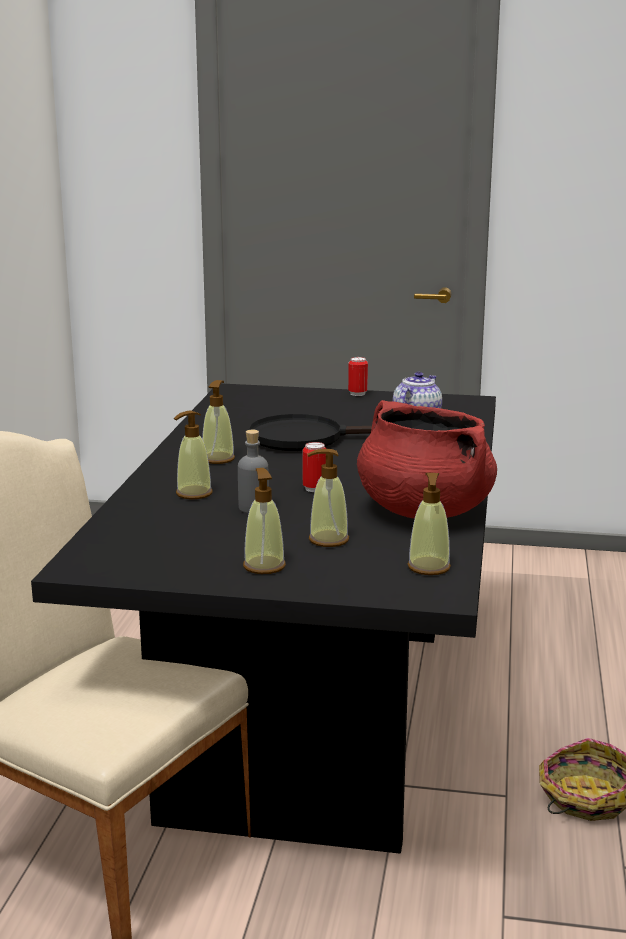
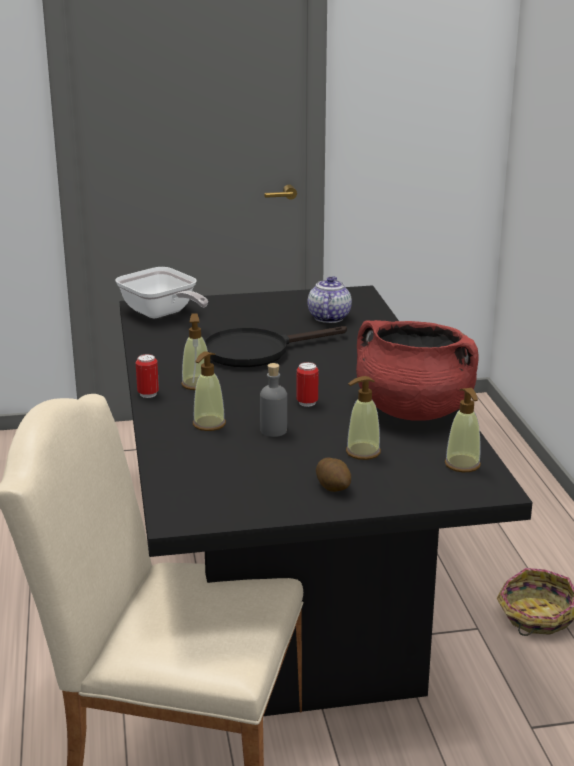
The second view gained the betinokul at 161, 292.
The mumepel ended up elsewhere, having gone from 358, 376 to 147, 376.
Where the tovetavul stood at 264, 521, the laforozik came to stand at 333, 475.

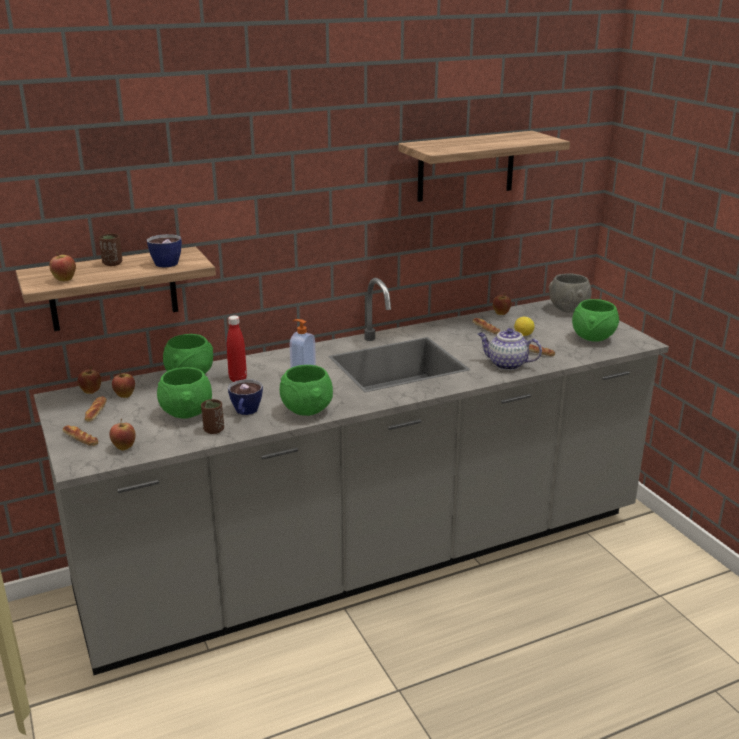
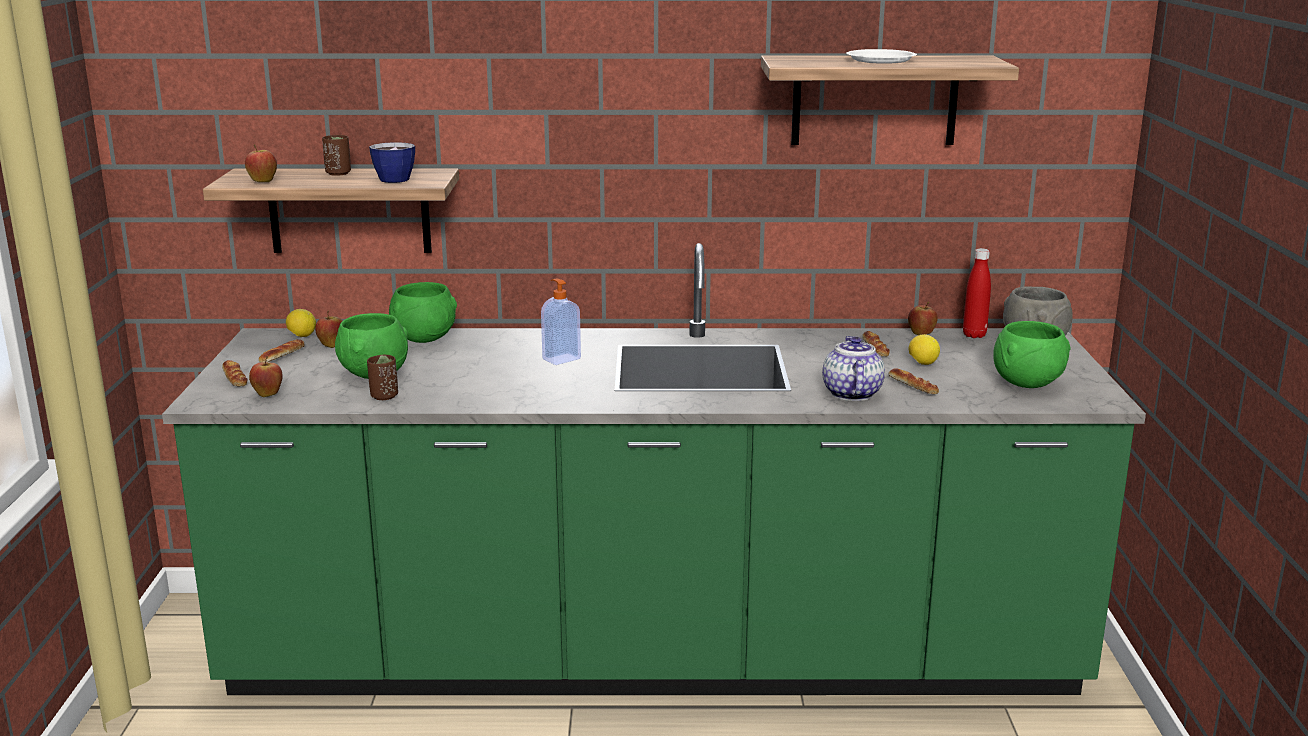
The second view lost the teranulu at 245, 397.
The second view lost the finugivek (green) at 306, 390.
The second view gained the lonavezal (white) at 881, 56.
The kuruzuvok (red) ended up elsewhere, having gone from 237, 348 to 977, 293.
Where the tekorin stood at 89, 380, the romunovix came to stand at 301, 323.
What was the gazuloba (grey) at 351, 476 turned into the gazuloba (green) at 654, 469.
The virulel at 510, 349 ended up facing another way, 45 degrees clockwise from before.

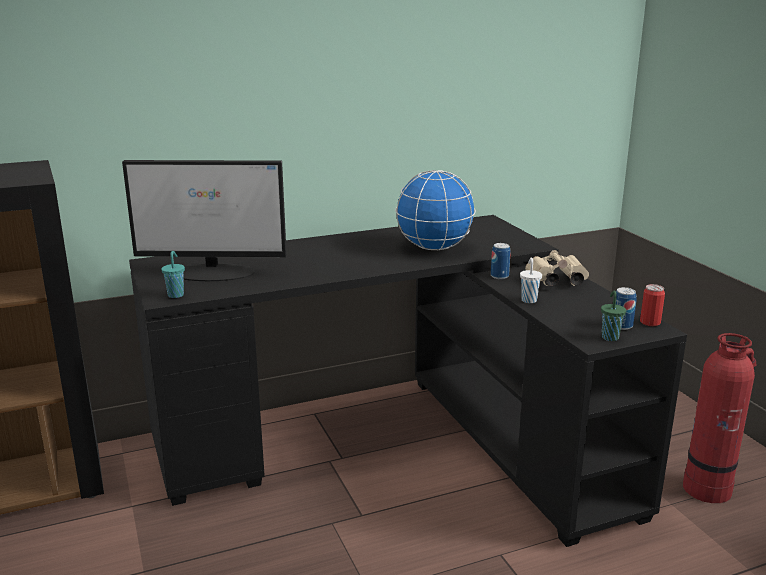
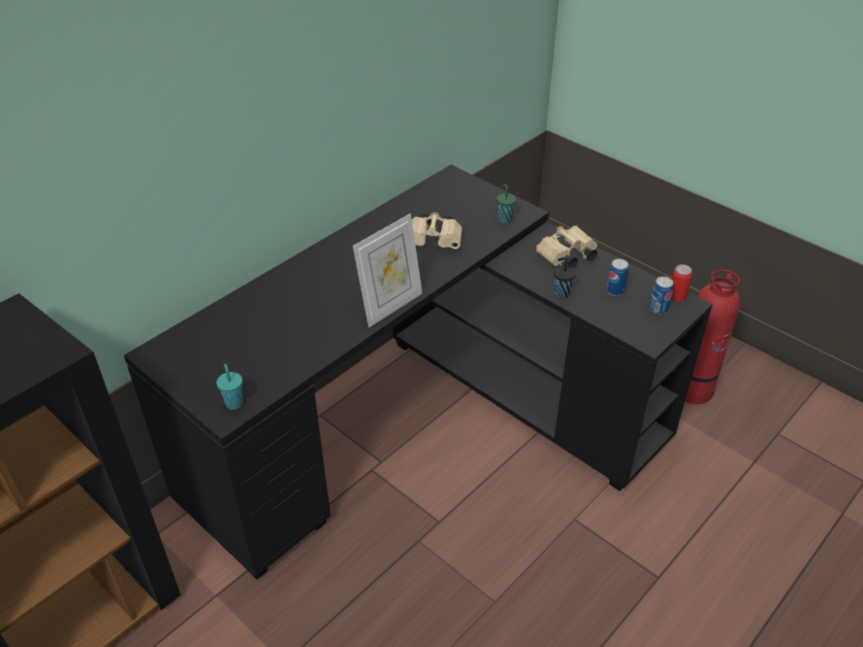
The second view lost the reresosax at 204, 220.
The second view gained the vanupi at 388, 270.
The mumepel ended up elsewhere, having gone from 501, 261 to 617, 277.
The teranulu (green) ended up elsewhere, having gone from 613, 315 to 506, 204.
Where the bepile stood at 435, 210, the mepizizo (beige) came to stand at 437, 230.
What was the teranulu (white) at 531, 280 turned into the teranulu (black) at 565, 278.

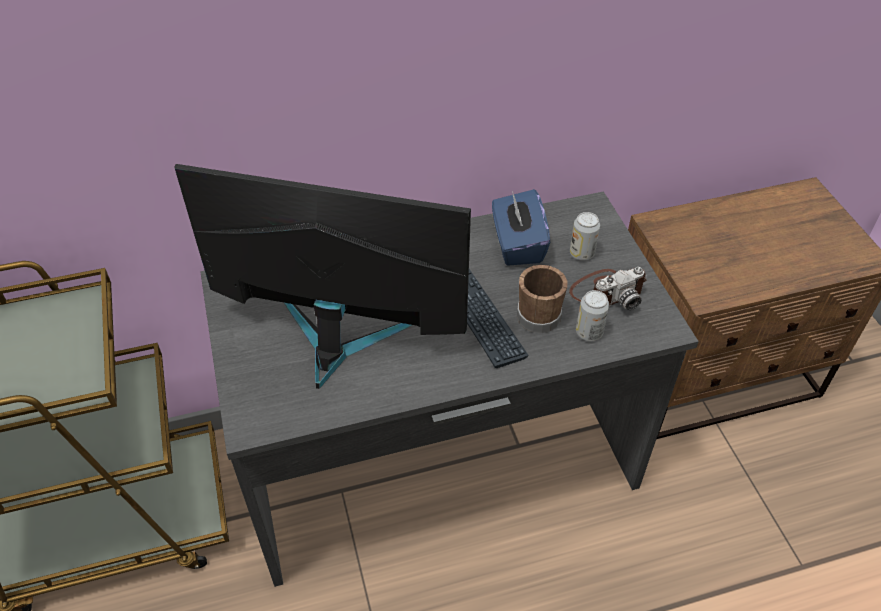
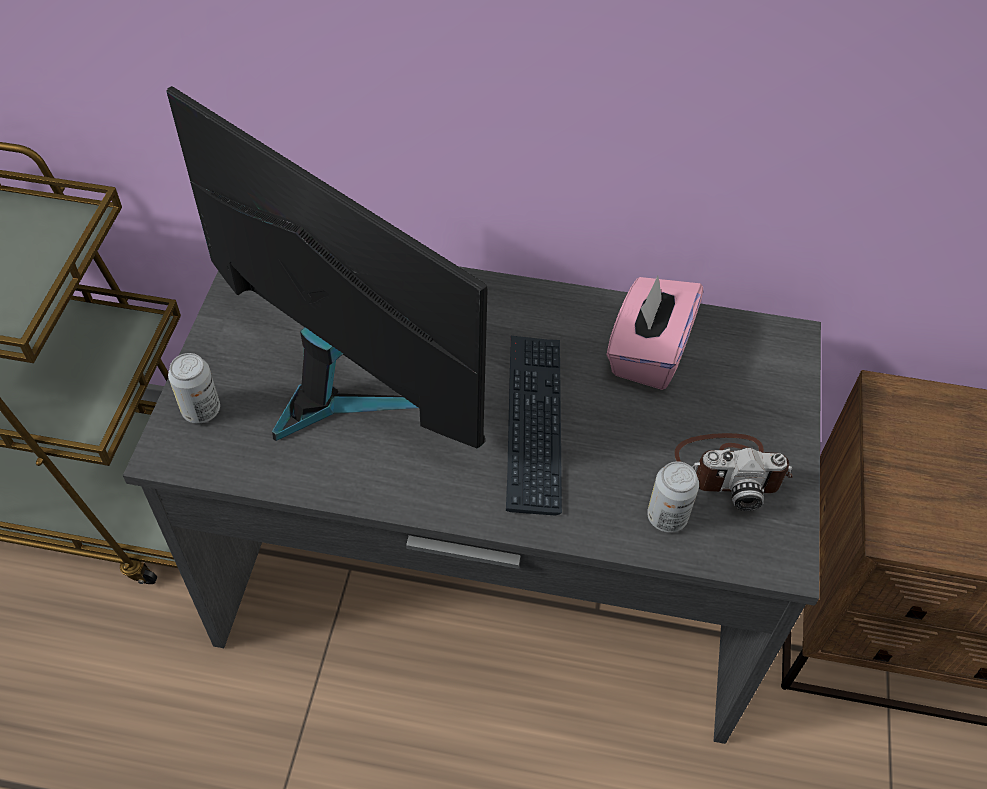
The second view lost the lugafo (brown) at 542, 299.
The mumepel ended up elsewhere, having gone from 585, 236 to 194, 388.
What was the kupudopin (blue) at 521, 227 turned into the kupudopin (pink) at 654, 332.

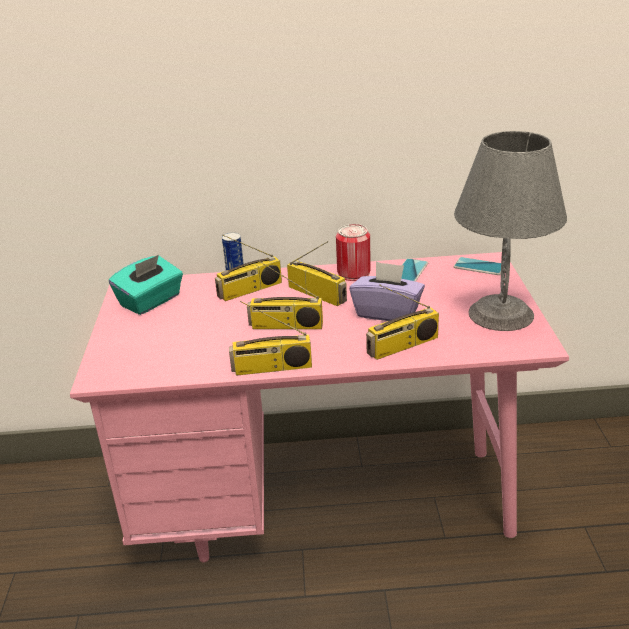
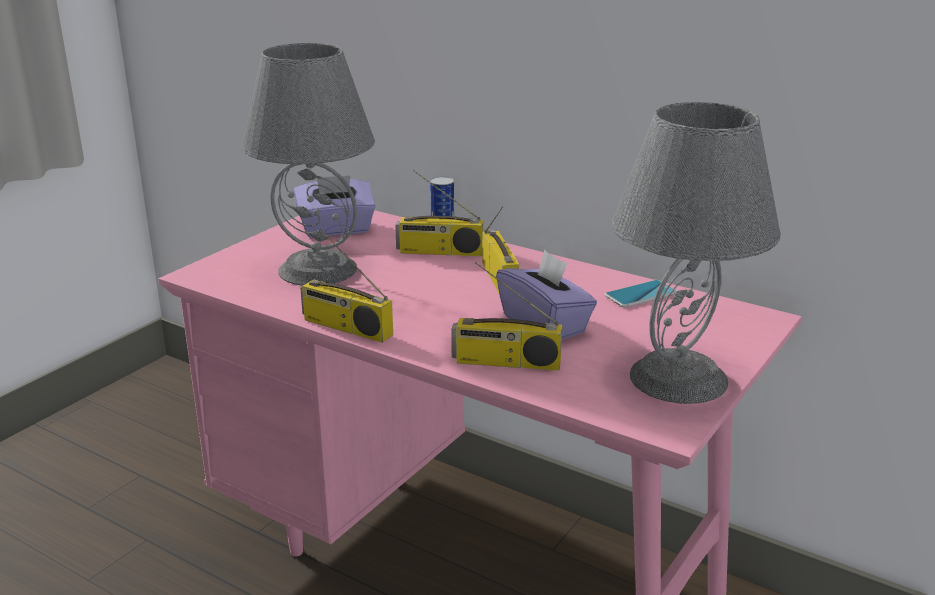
The second view lost the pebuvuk at 285, 295.
The second view lost the mumepel at 353, 252.
The second view lost the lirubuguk at 477, 266.
The second view gained the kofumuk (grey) at 308, 164.
What was the kupudopin (turquoise) at 146, 285 turned into the kupudopin (purple) at 335, 206.

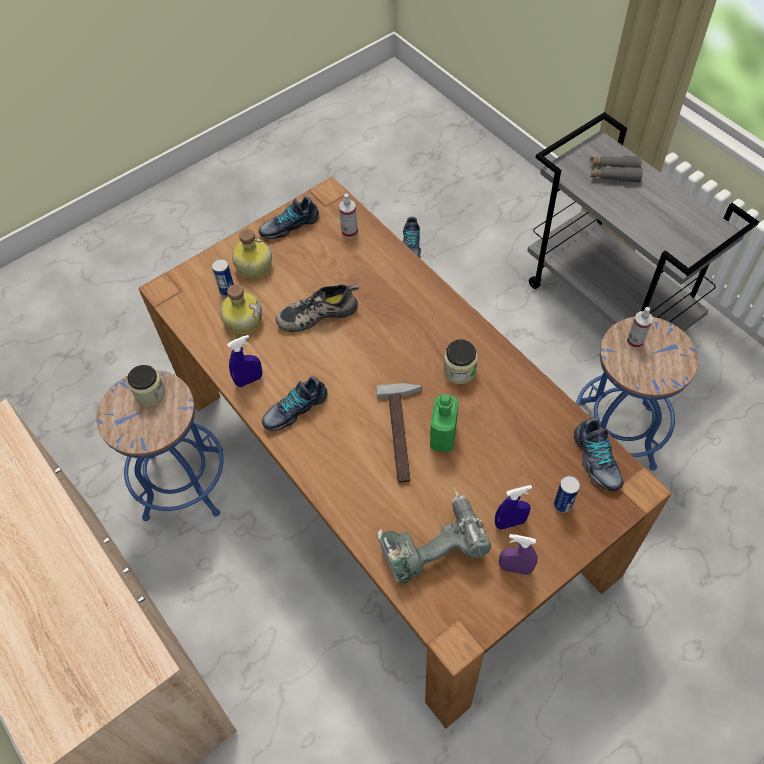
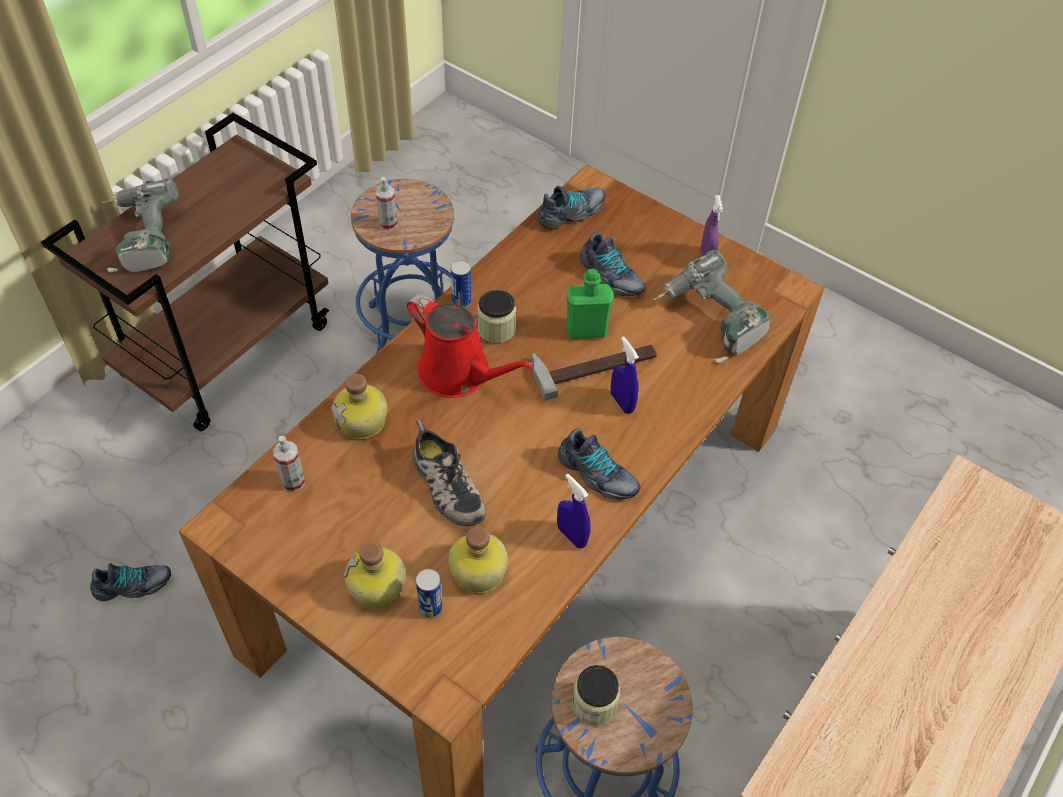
The second view gained the kuruzuvok at 359, 406.
The second view gained the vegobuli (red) at 470, 346.
The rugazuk ended up elsewhere, having gone from 289, 218 to 612, 264.
The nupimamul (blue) ended up elsewhere, having gone from 513, 507 to 625, 375.
The mumepel ended up elsewhere, having gone from 567, 494 to 461, 284.
Where the mepizizo (grey) stood at 616, 169, the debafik came to stand at 140, 225.
What was the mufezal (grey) at 643, 222 turned into the mufezal (brown) at 185, 272.

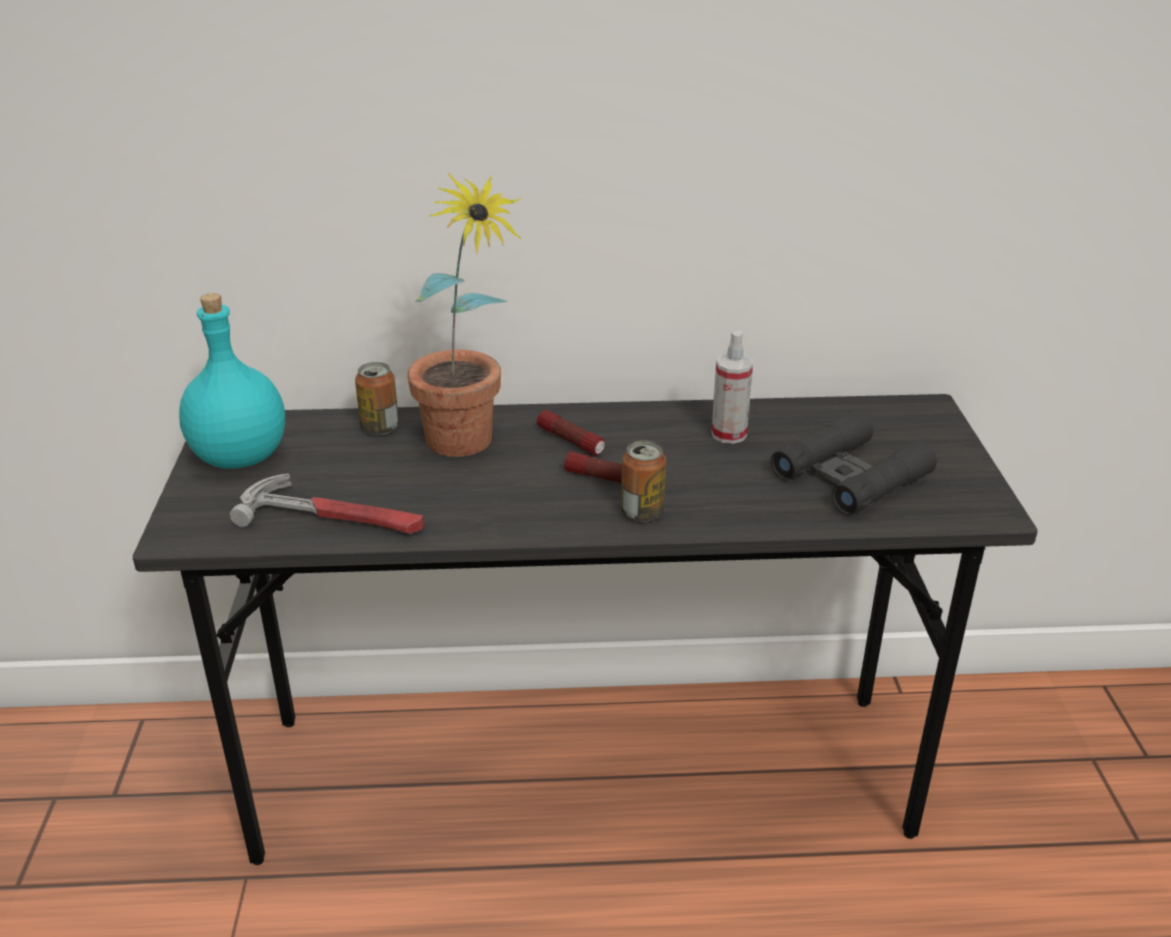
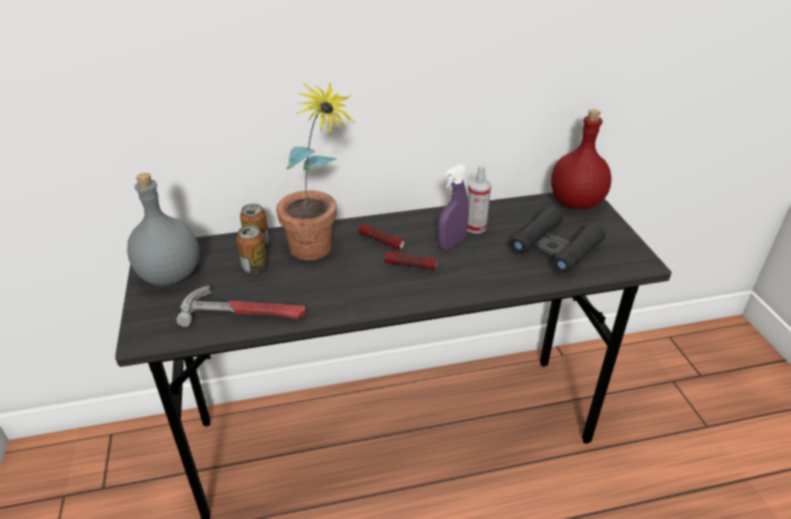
The second view gained the nupimamul (purple) at 453, 207.
The second view gained the kuruzuvok (red) at 581, 159.
The mumepel ended up elsewhere, having gone from 643, 481 to 252, 249.
What was the kuruzuvok (turquoise) at 232, 381 turned into the kuruzuvok (grey) at 163, 229.

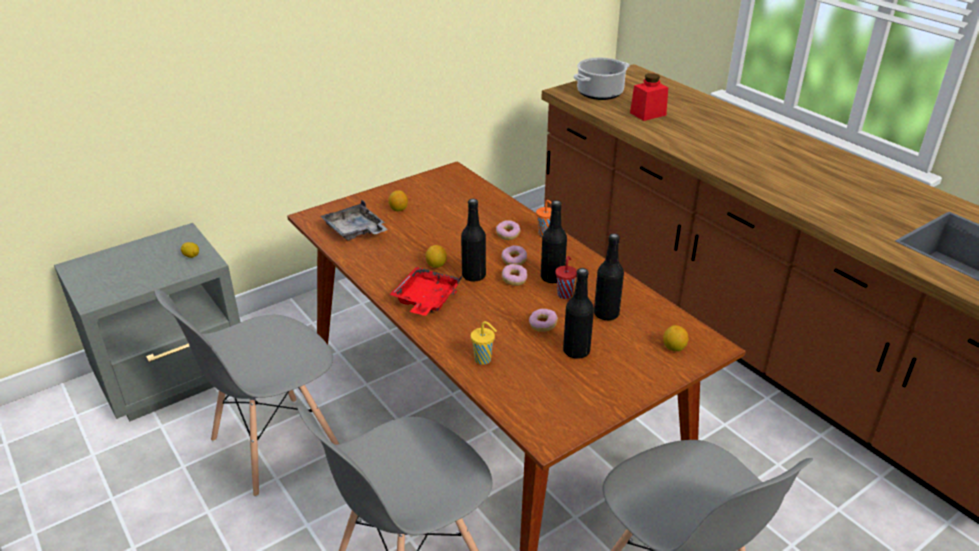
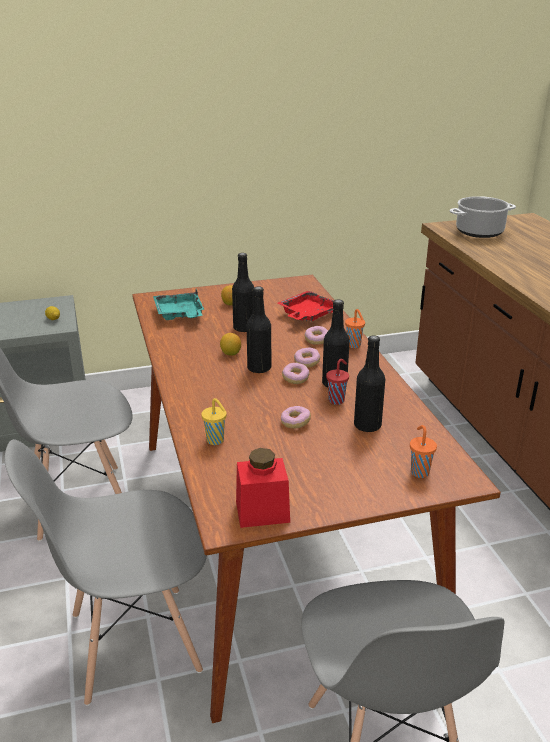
The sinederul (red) ended up elsewhere, having gone from 425, 291 to 310, 306.
The kuruzuvok (black) ended up elsewhere, having gone from 578, 313 to 243, 292.
The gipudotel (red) ended up elsewhere, having gone from 649, 97 to 263, 488.
Where the romunovix stood at 676, 338, the teranulu (orange) came to stand at 423, 451.
What was the sinederul (grey) at 354, 220 turned into the sinederul (turquoise) at 178, 304.

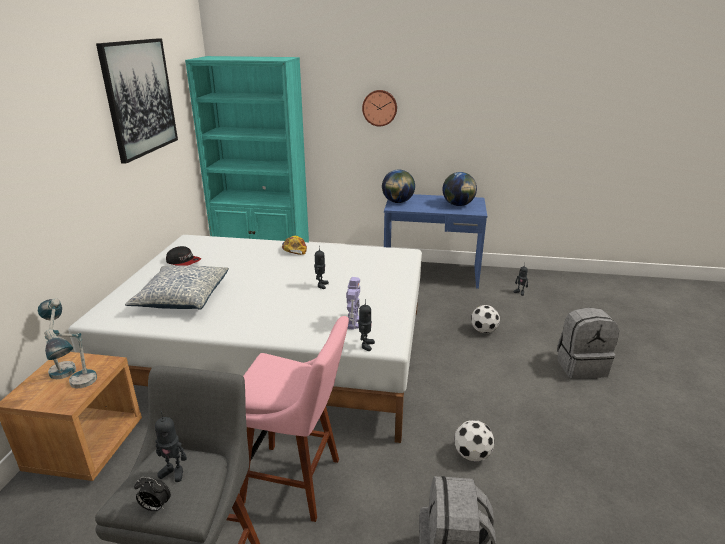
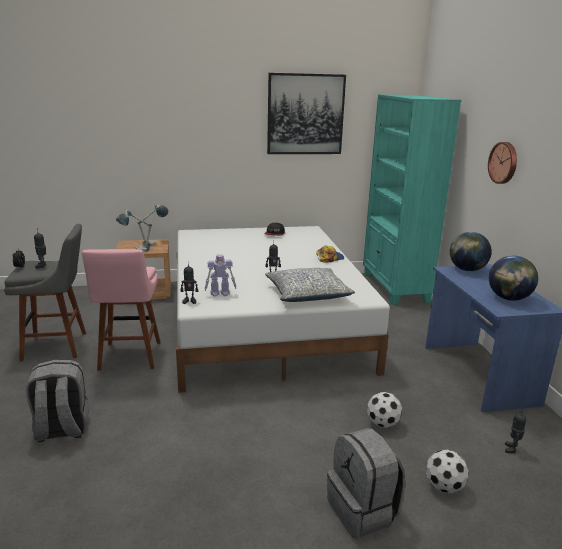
The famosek ended up elsewhere, having gone from 177, 288 to 310, 285.
The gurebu ended up elsewhere, having gone from 474, 440 to 447, 471.

